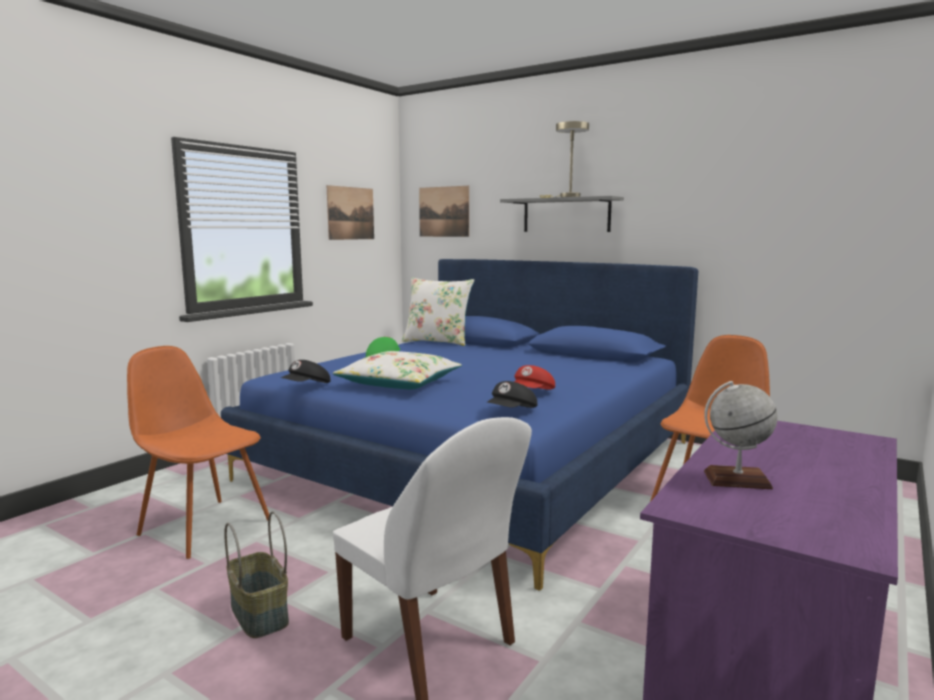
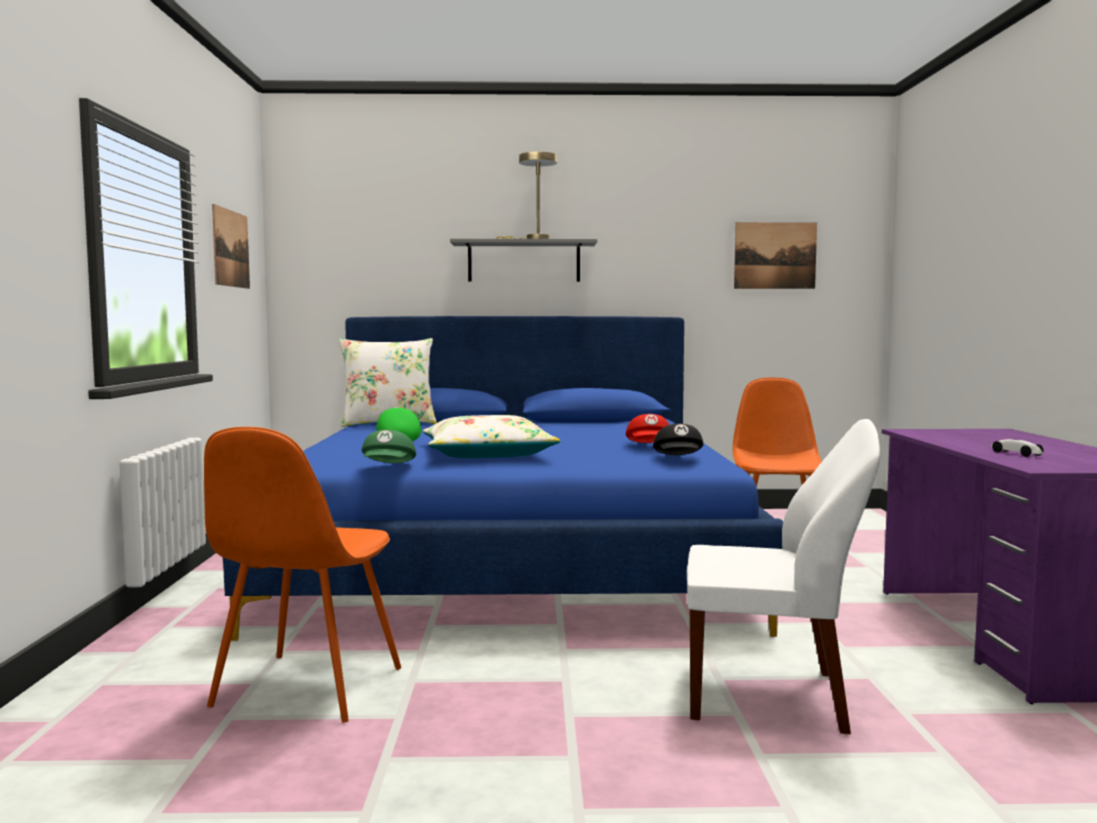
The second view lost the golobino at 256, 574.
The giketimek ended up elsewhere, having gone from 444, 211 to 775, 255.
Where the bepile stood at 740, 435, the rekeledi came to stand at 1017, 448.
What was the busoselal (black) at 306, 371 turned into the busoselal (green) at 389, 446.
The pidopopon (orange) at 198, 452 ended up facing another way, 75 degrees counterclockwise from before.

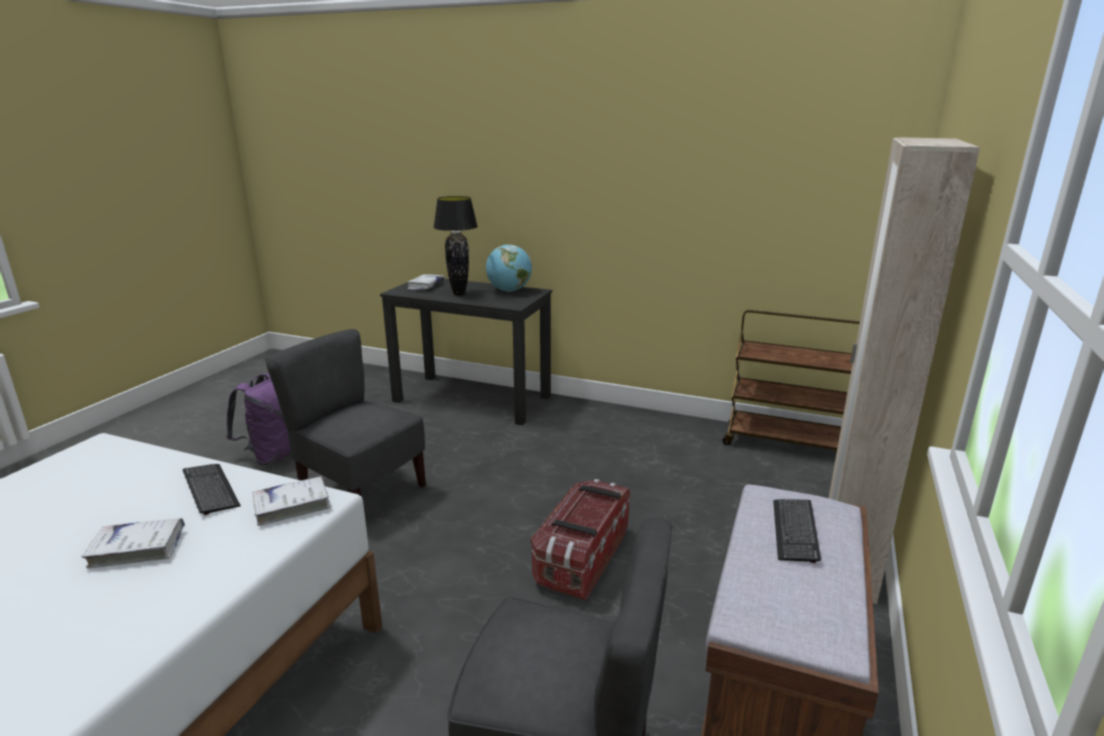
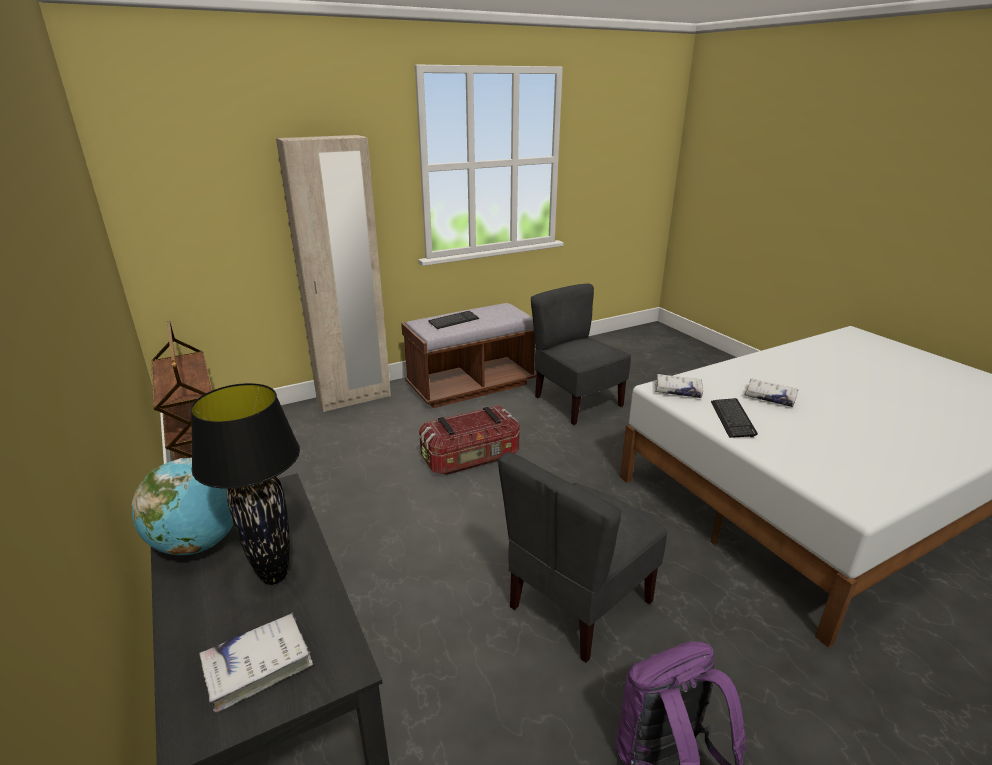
The pidopopon (grey) at 345, 412 ended up facing another way, 60 degrees clockwise from before.

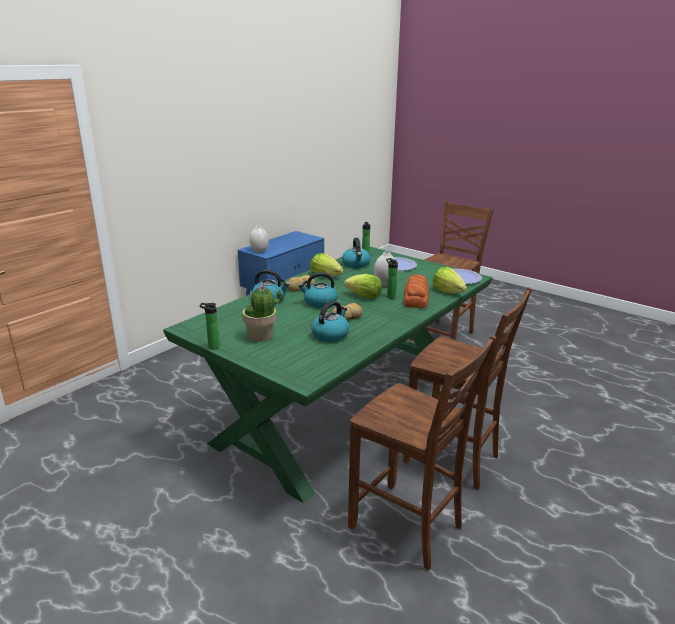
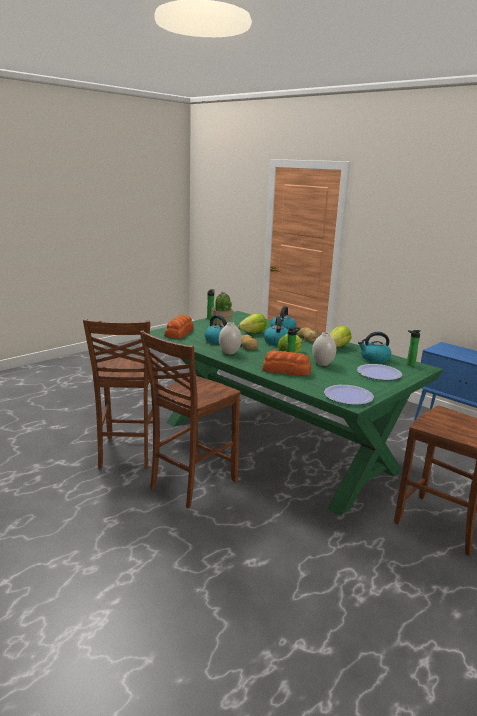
The second view gained the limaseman at 179, 327.
The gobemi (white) ended up elsewhere, having gone from 259, 239 to 230, 338.
The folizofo ended up elsewhere, having gone from 450, 280 to 252, 323.
The pidopopon (brown) at 422, 452 ended up facing another way, 45 degrees counterclockwise from before.

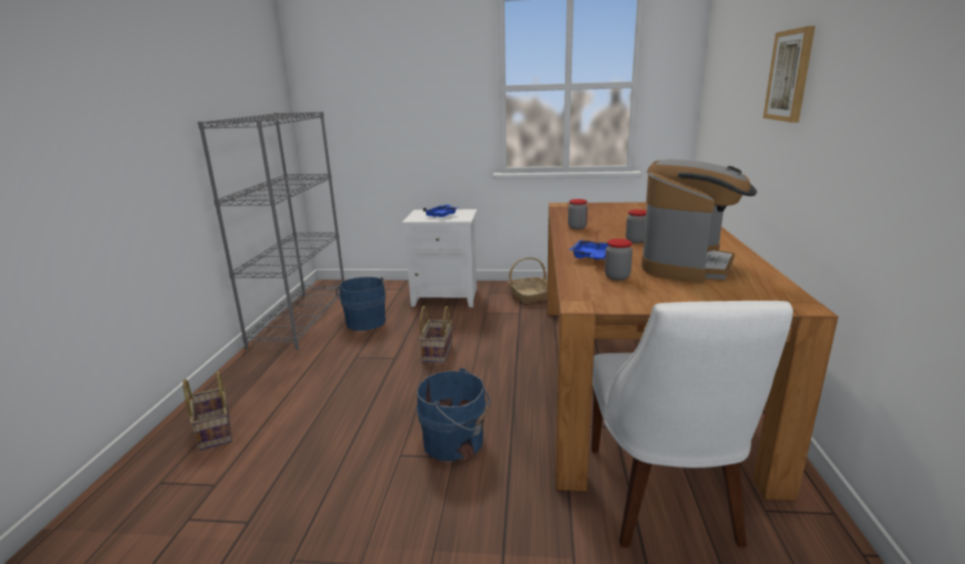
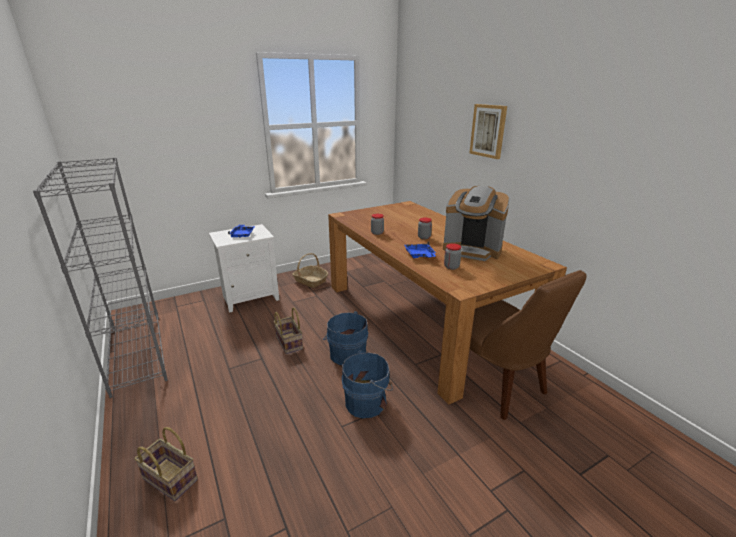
The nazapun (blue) ended up elsewhere, having gone from 361, 304 to 345, 338.
What was the pidopopon (white) at 692, 424 turned into the pidopopon (brown) at 528, 345.
The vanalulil at 699, 221 ended up facing another way, 120 degrees clockwise from before.

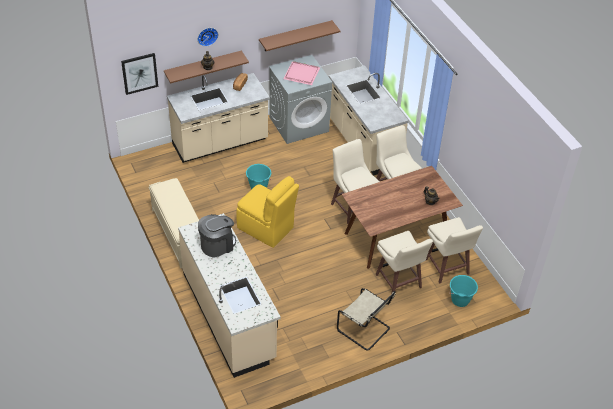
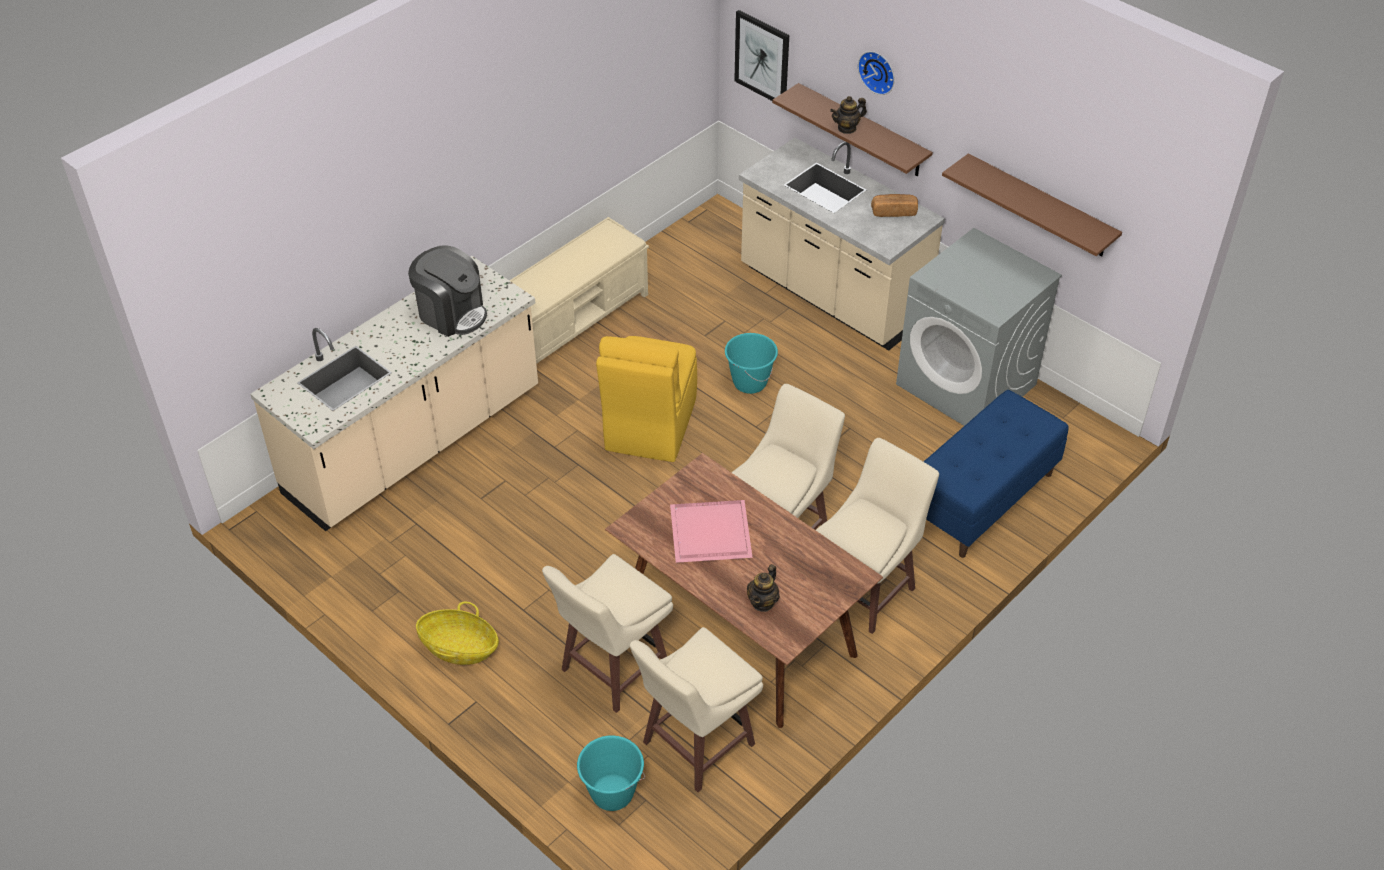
The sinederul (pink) ended up elsewhere, having gone from 301, 73 to 711, 531.
Where the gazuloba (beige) stood at 369, 120, the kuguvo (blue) came to stand at 996, 474.
Where the pidopopon (beige) stood at 366, 319, the golobino came to stand at 457, 633.

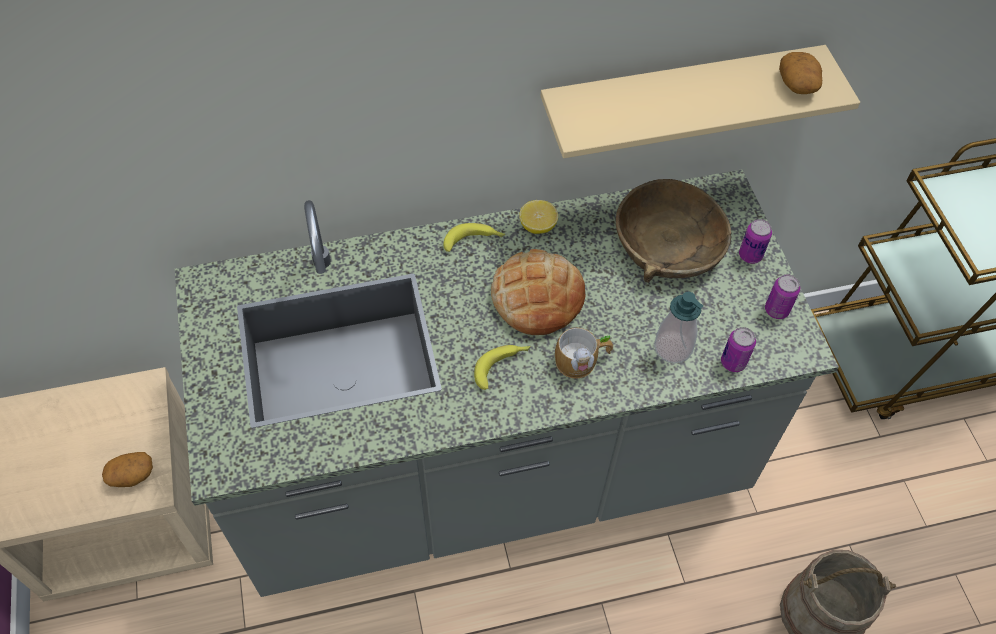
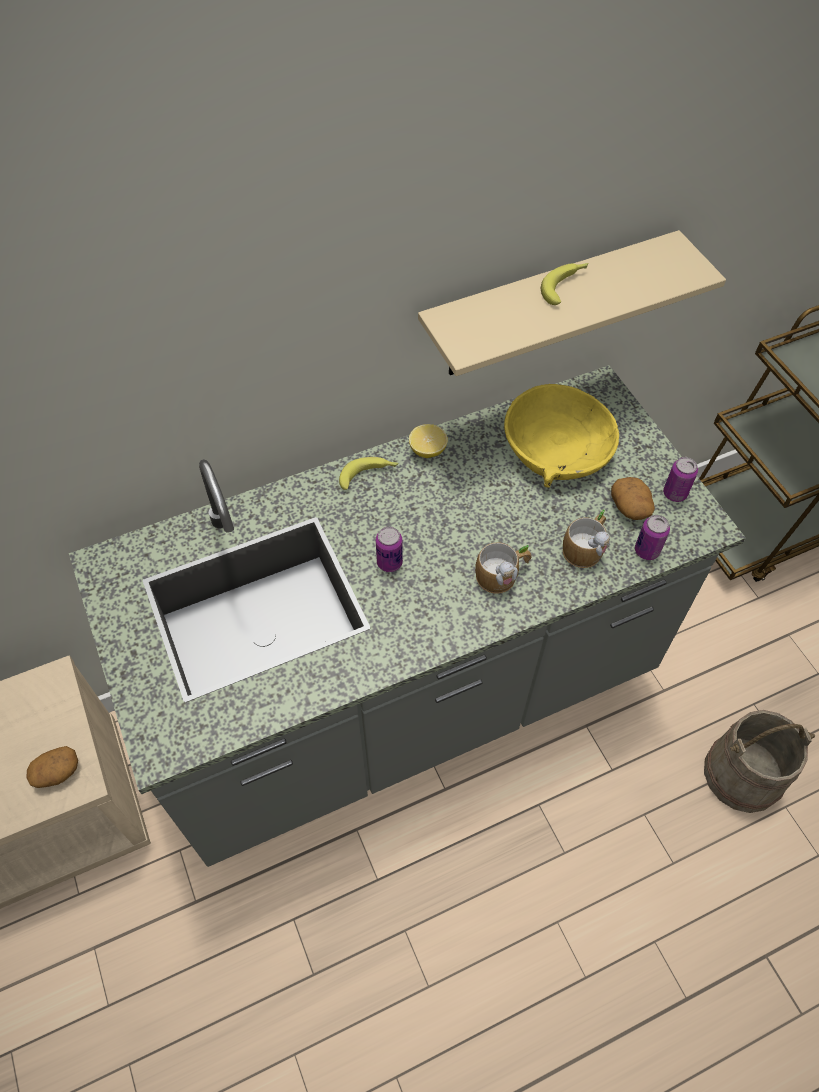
The second view lost the limaseman at 538, 292.
The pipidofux ended up elsewhere, having gone from 502, 367 to 564, 284.
The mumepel ended up elsewhere, having gone from 755, 241 to 389, 549.
The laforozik ended up elsewhere, having gone from 800, 73 to 633, 498.
Where the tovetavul stood at 678, 328, the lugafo came to stand at 586, 539.
What was the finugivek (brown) at 673, 231 turned into the finugivek (yellow) at 561, 436.

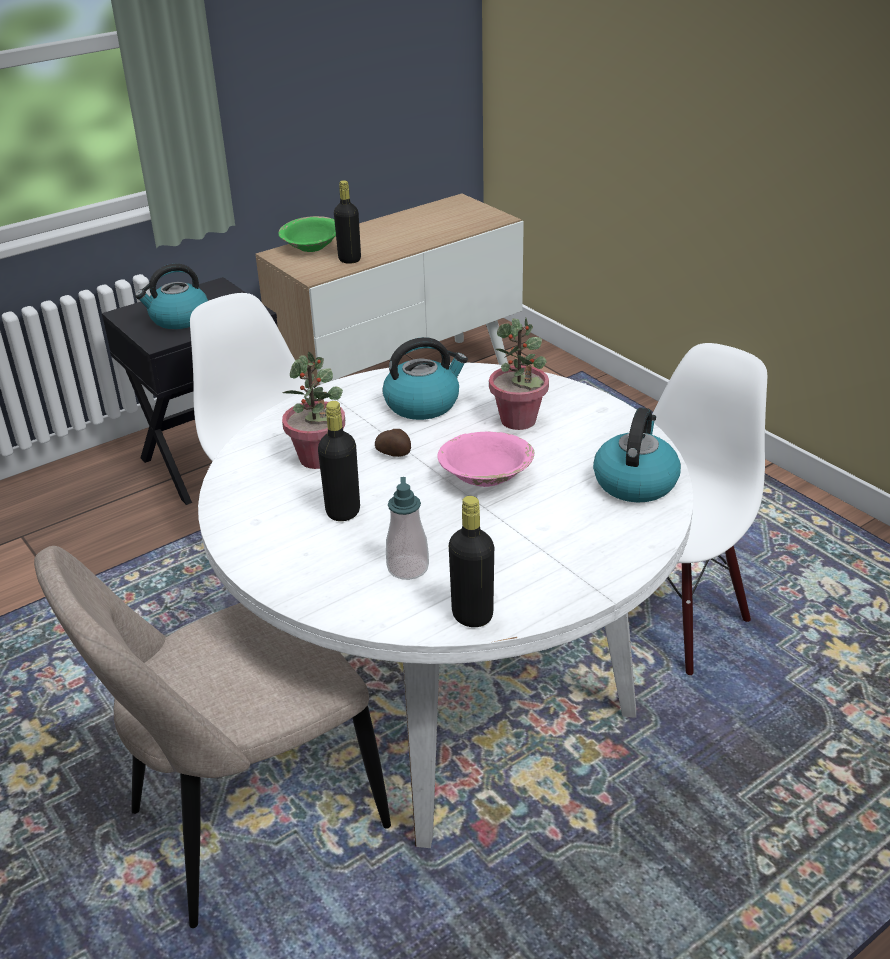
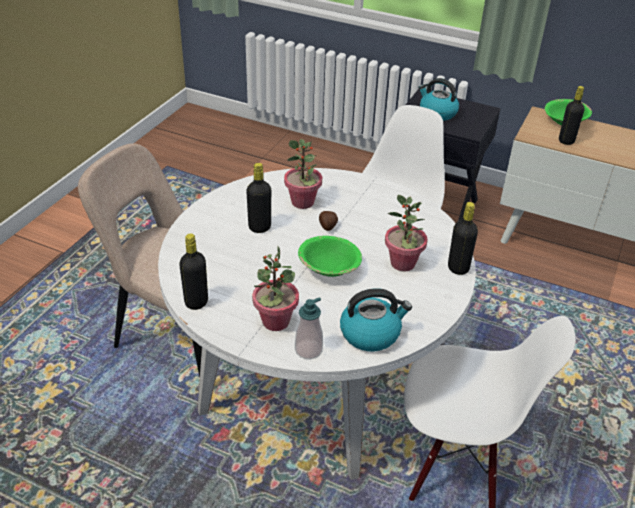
The second view lost the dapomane at 425, 378.
The second view gained the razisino at 275, 288.
The second view gained the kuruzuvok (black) at 463, 238.
The tovetavul ended up elsewhere, having gone from 407, 528 to 309, 328.
What was the finugivek (pink) at 486, 459 turned into the finugivek (green) at 330, 256.

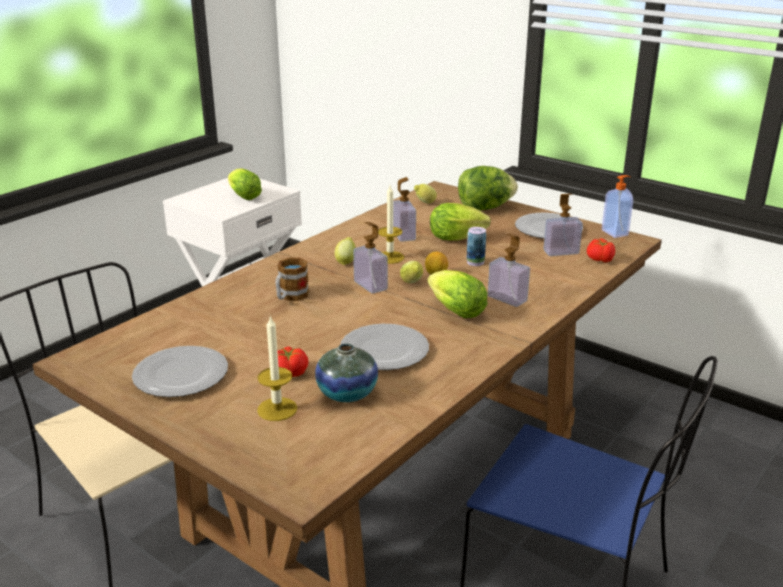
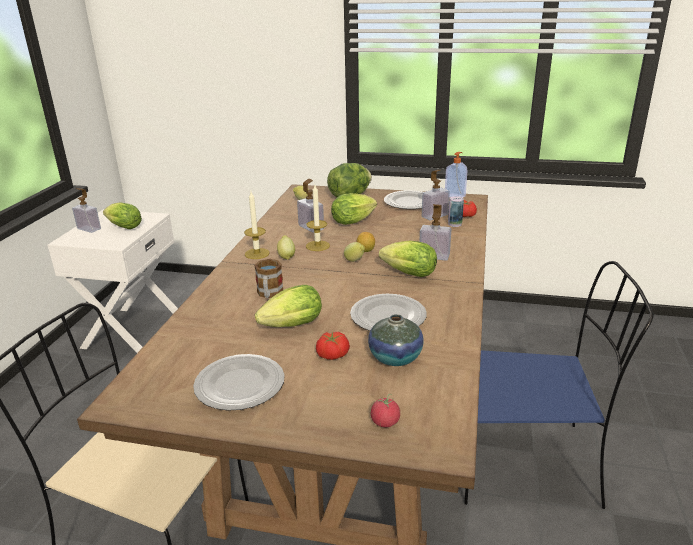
The second view gained the folizofo at 288, 306.
The second view gained the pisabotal at 385, 410.
The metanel ended up elsewhere, having gone from 277, 368 to 256, 225.
The tovetavul ended up elsewhere, having gone from 370, 258 to 86, 210.
The mumepel ended up elsewhere, having gone from 476, 246 to 456, 211.

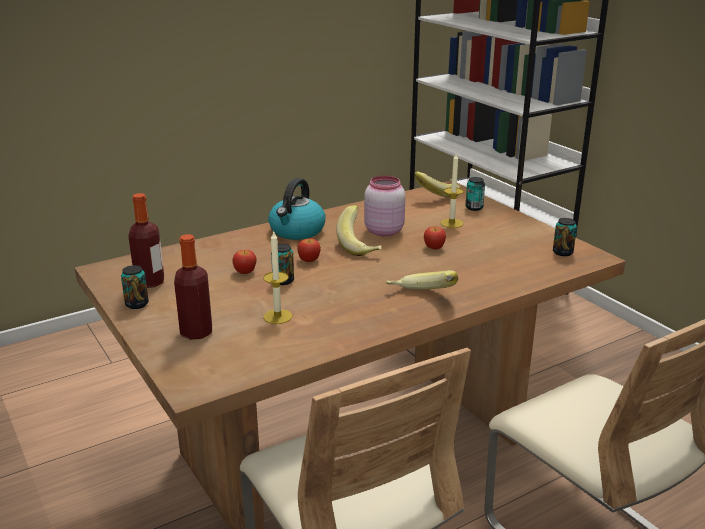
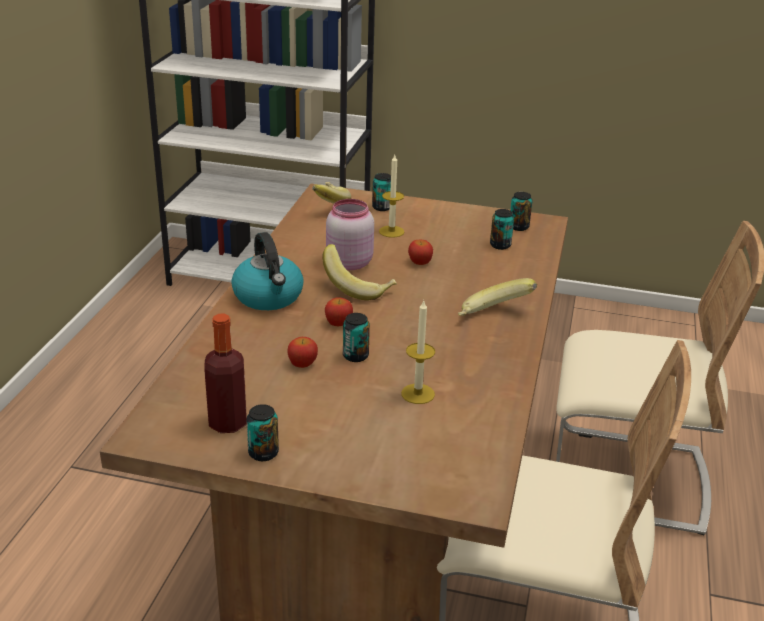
The second view lost the kuruzuvok at 193, 287.
The second view gained the mumepel at 502, 229.

